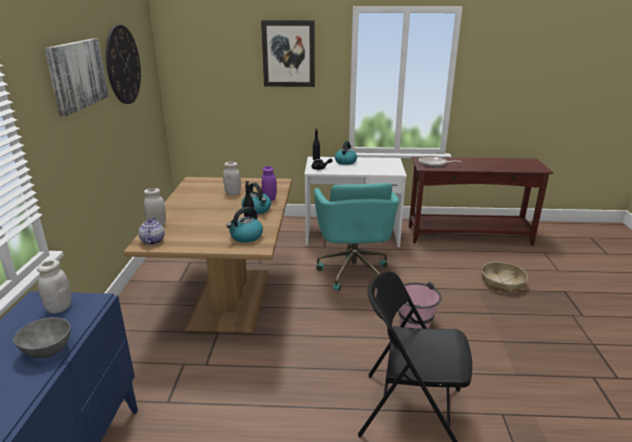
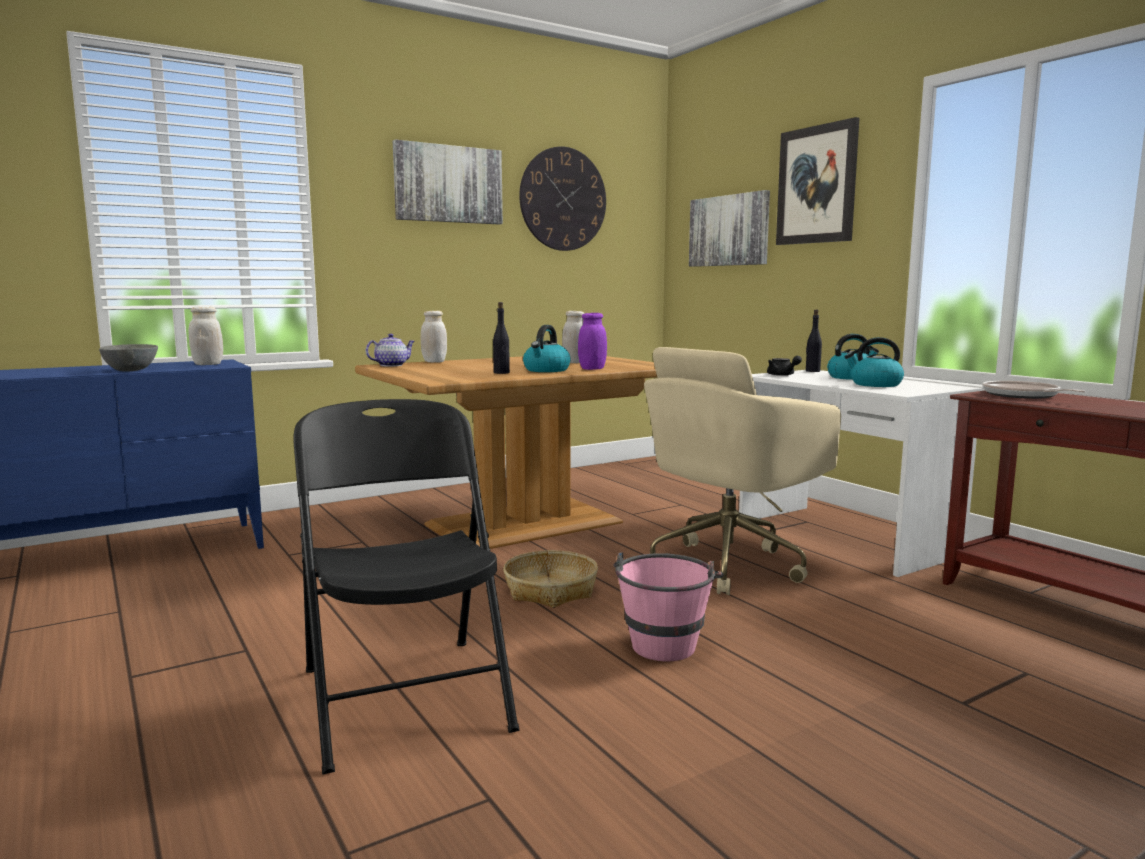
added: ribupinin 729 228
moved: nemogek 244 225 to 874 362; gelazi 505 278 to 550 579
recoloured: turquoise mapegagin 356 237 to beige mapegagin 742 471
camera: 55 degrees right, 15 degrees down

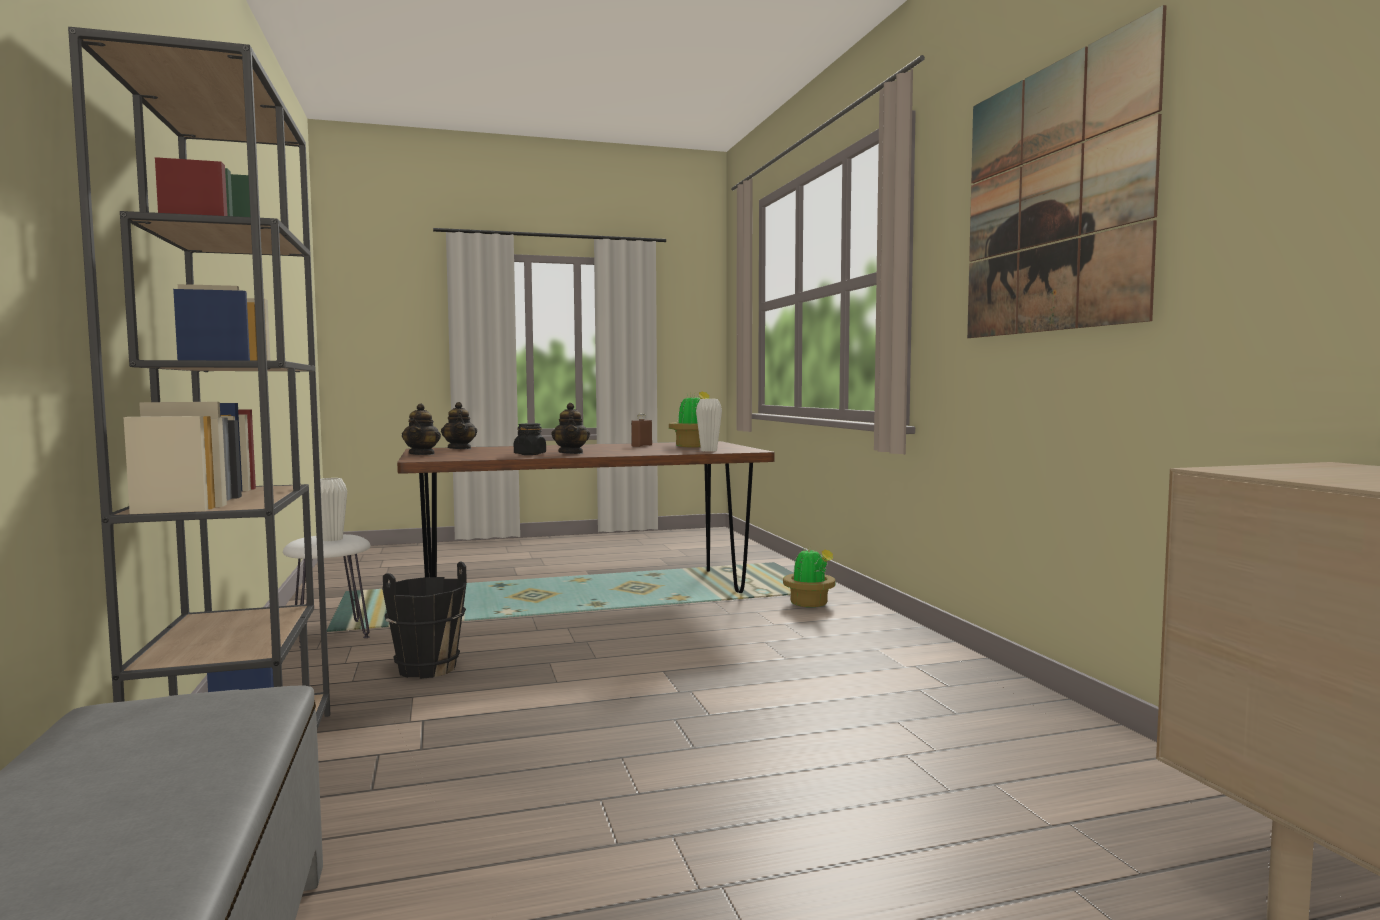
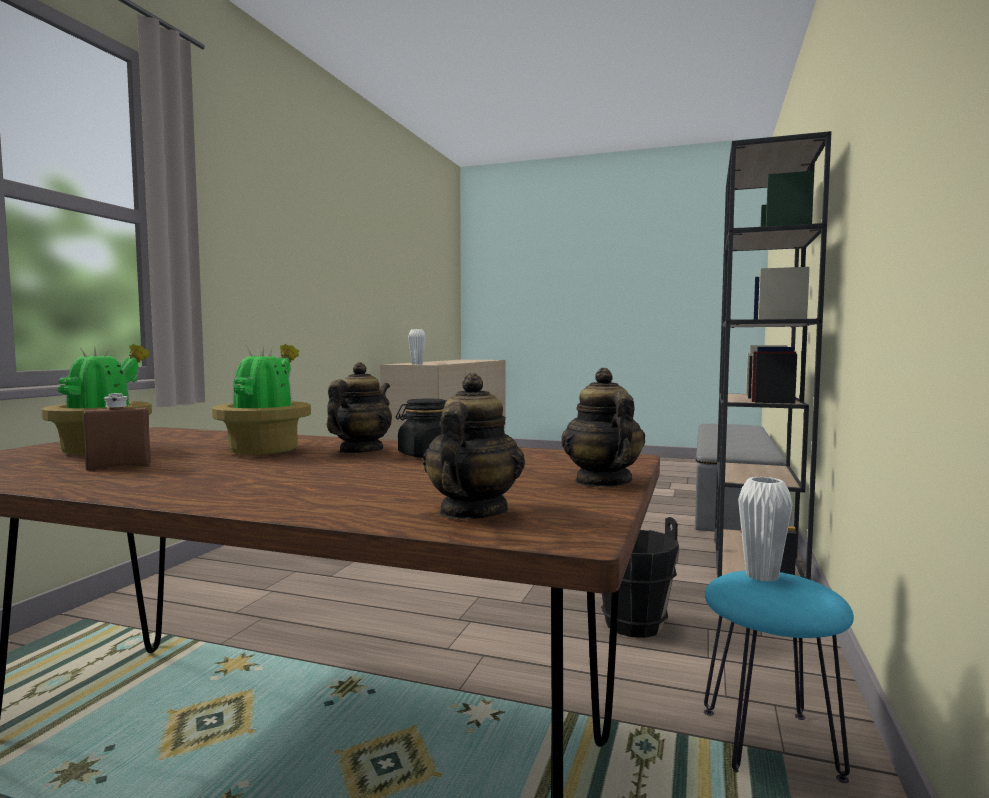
removed: ribupinin 1067 171
moved: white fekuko 709 425 to 417 347; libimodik 809 577 to 261 399
recoloured: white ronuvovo 326 591 to turquoise ronuvovo 779 676
turned: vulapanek 421 429 = 603 427 45 degrees counterclockwise
camera: 145 degrees left, 0 degrees up

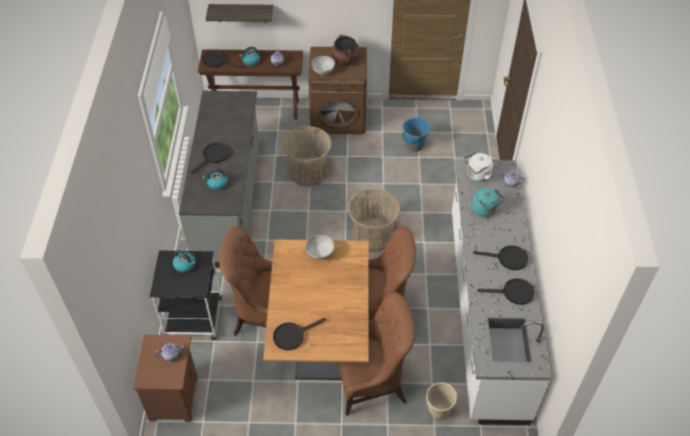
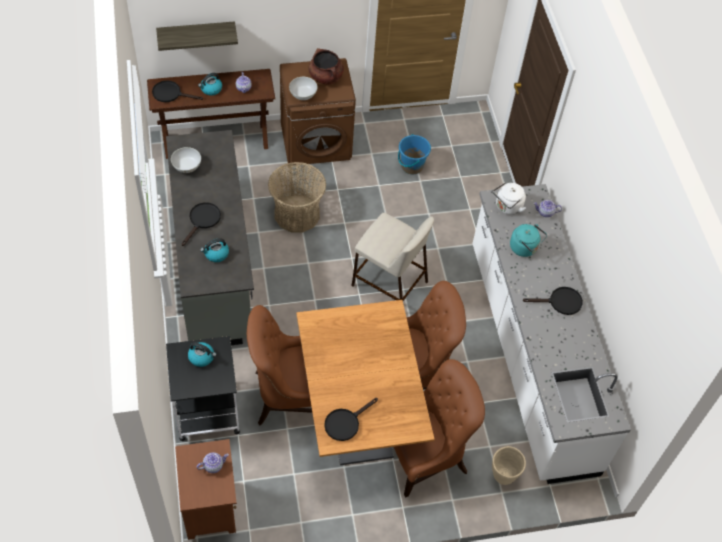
removed: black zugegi 505 291
moved: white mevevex 320 247 to 186 160
replaced: gelazi 374 220 to beige ronuvovo 392 257
camera: 15 degrees left, 5 degrees up

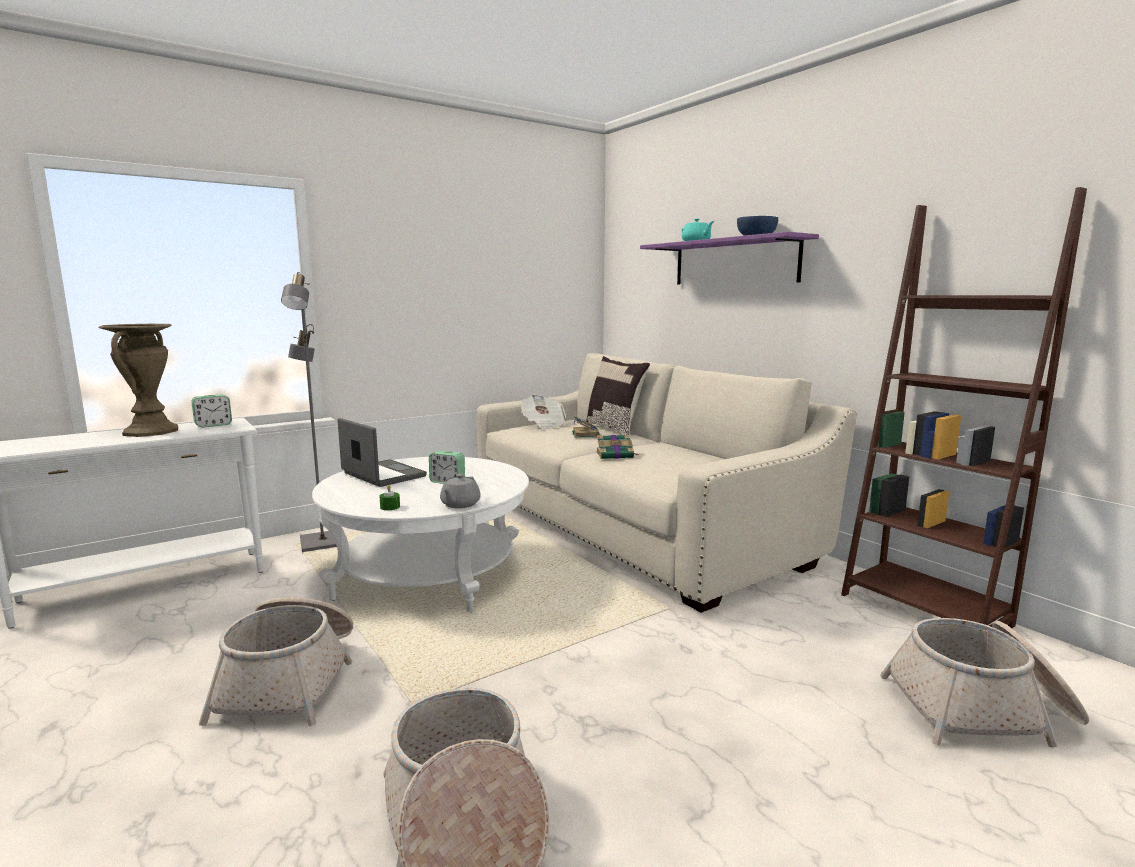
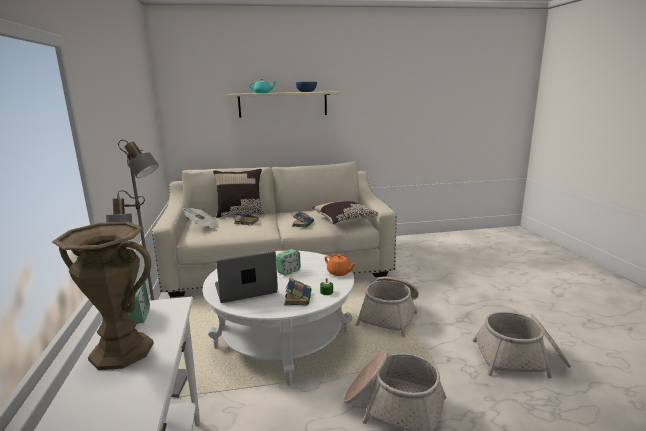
removed: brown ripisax 964 407
added: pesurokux 297 292; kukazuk 345 213
moved: gelazi 984 683 to 387 307
recoloured: grey vulapanek 460 491 to orange vulapanek 340 265; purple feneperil 729 258 to beige feneperil 283 105
camera: 65 degrees left, 5 degrees up

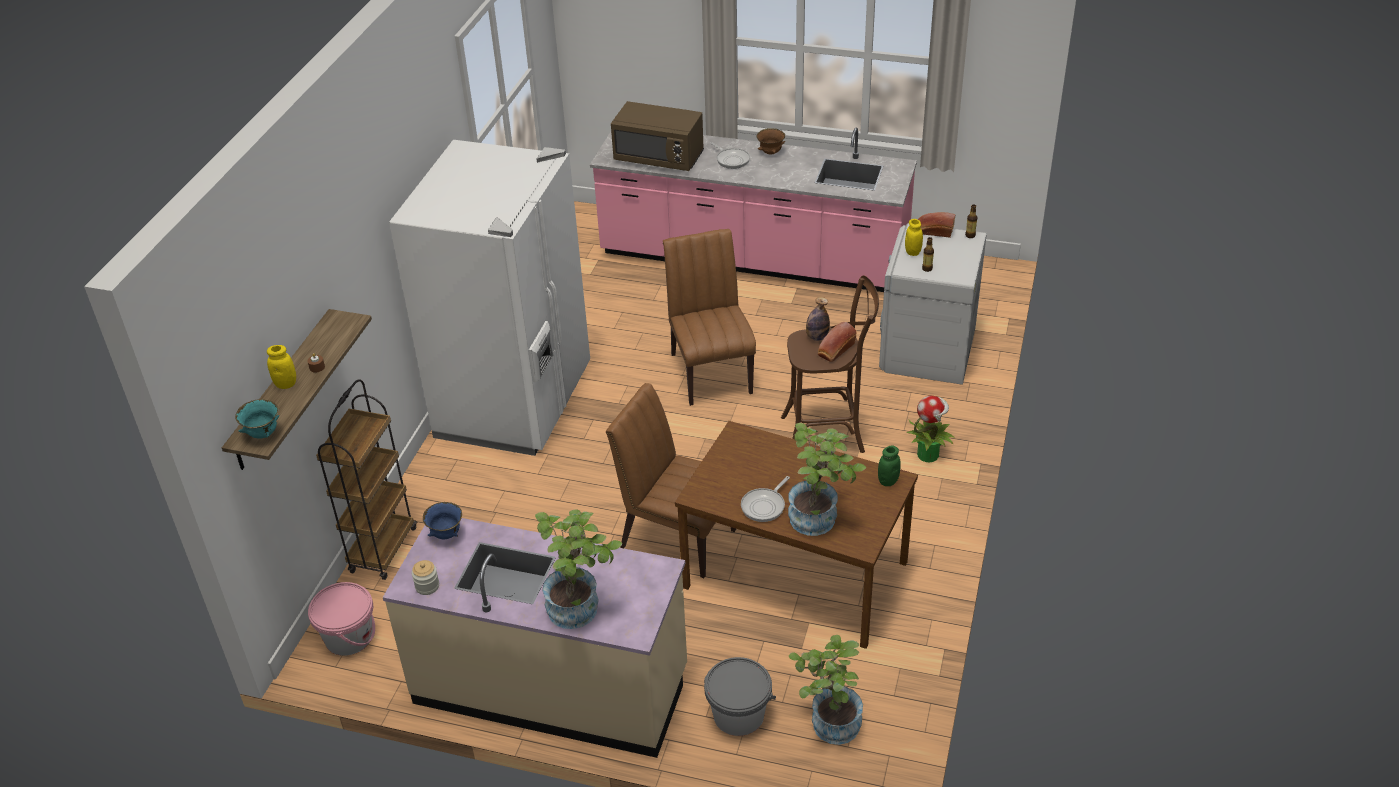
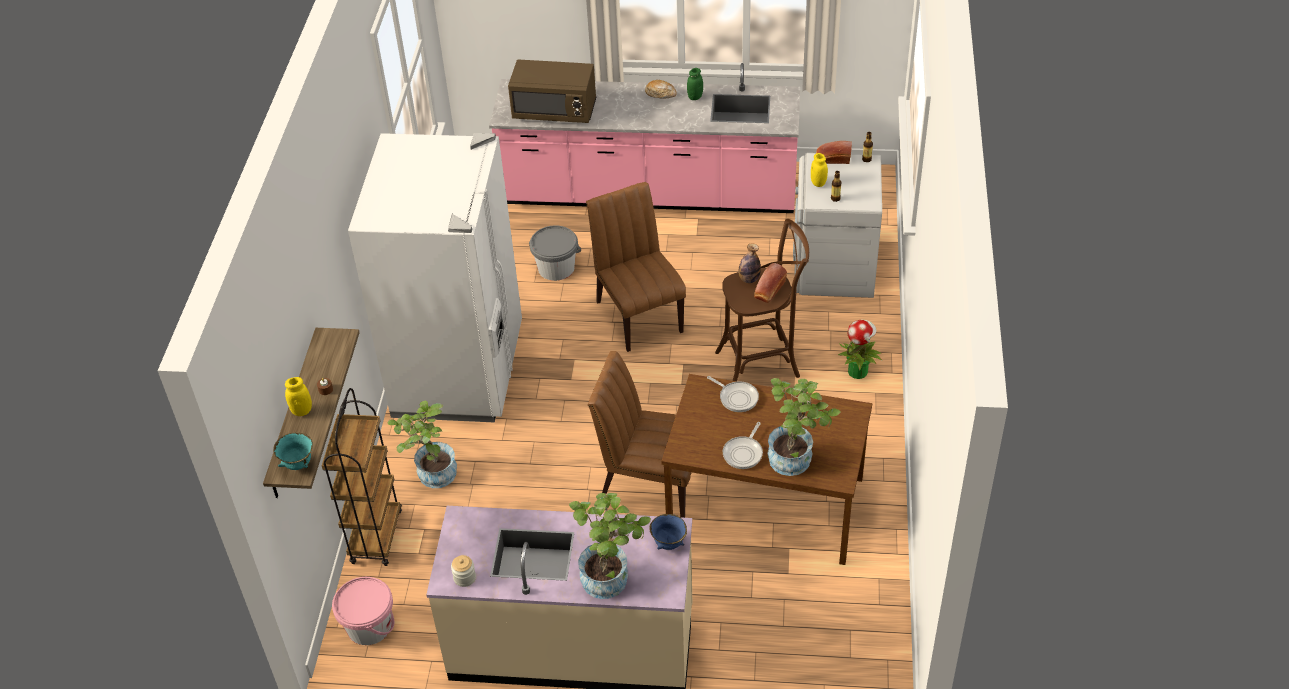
moved: blue mevevex 442 520 to 668 532; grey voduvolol 740 696 to 555 253; zugegi 730 155 to 733 394; libimodik 826 690 to 422 444; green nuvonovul 889 465 to 695 84
replaced: brown mevevex 771 141 to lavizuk 661 89
camera: 10 degrees left, 5 degrees up

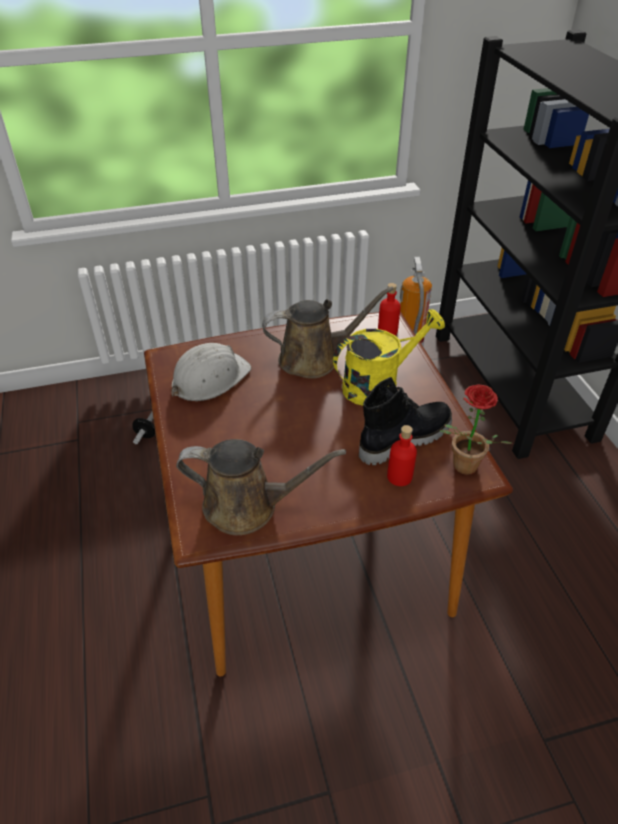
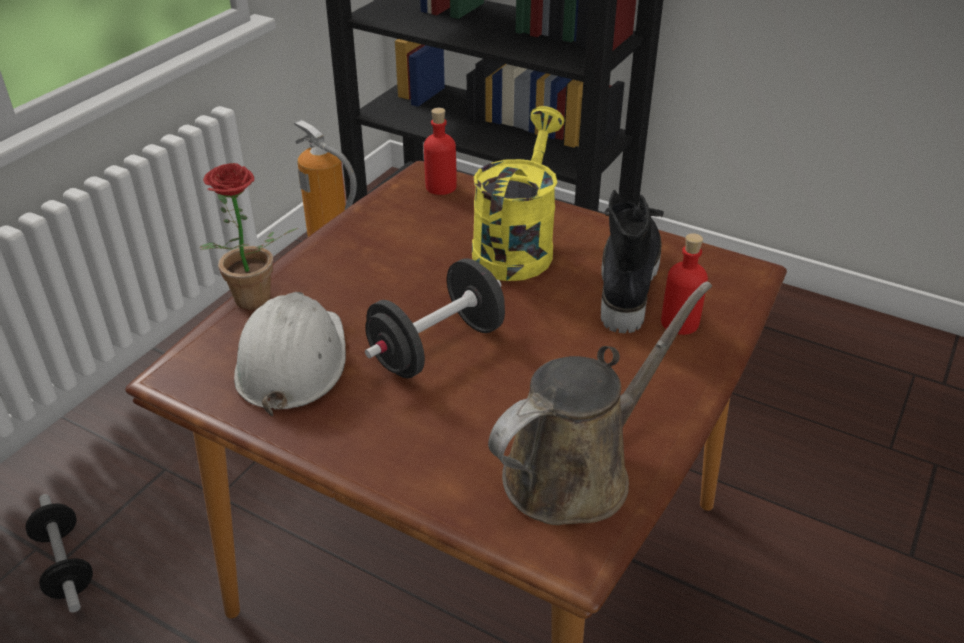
removed: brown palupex 328 332
added: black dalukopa 435 318
moved: libimodik 476 430 to 249 236
camera: 45 degrees left, 5 degrees down

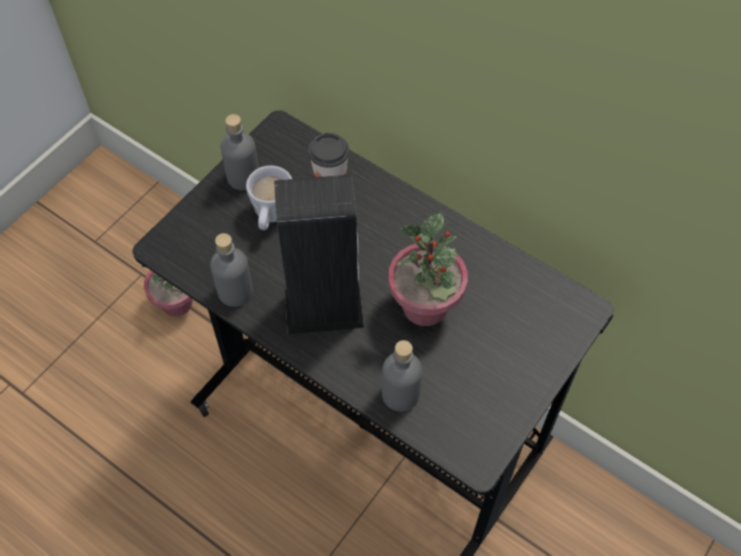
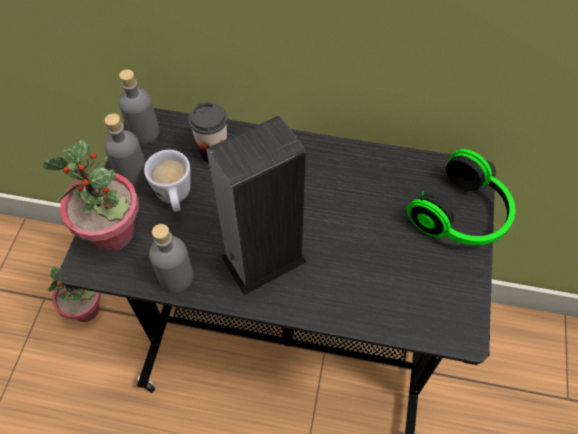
added: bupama 461 197
moved: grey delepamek 402 376 to 139 106; libimodik 428 270 to 91 195
camera: 25 degrees left, 0 degrees up

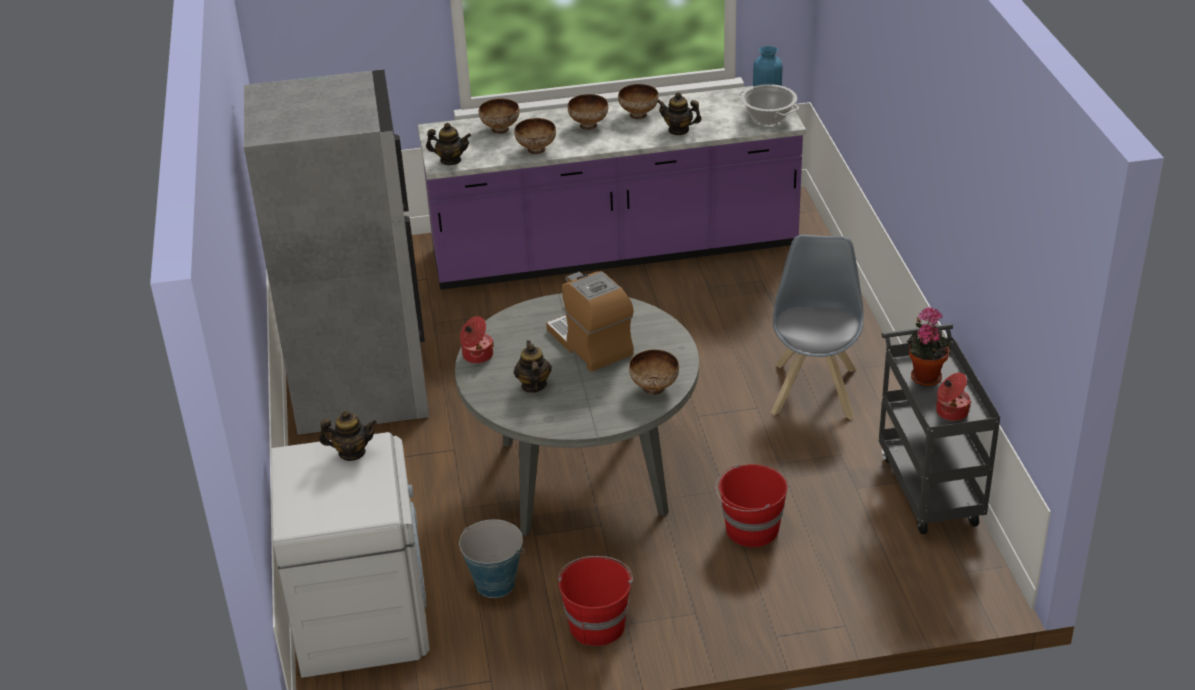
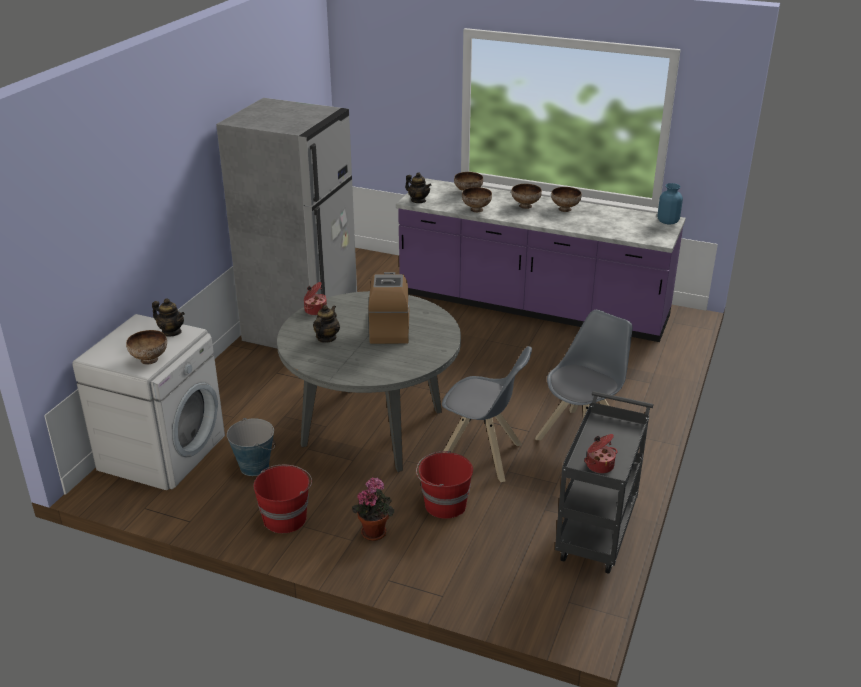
removed: vulapanek 679 113; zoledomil 769 104
added: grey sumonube 487 414
moved: mevevex 654 372 to 146 347; libimodik 929 346 to 373 509
camera: 30 degrees right, 5 degrees down

